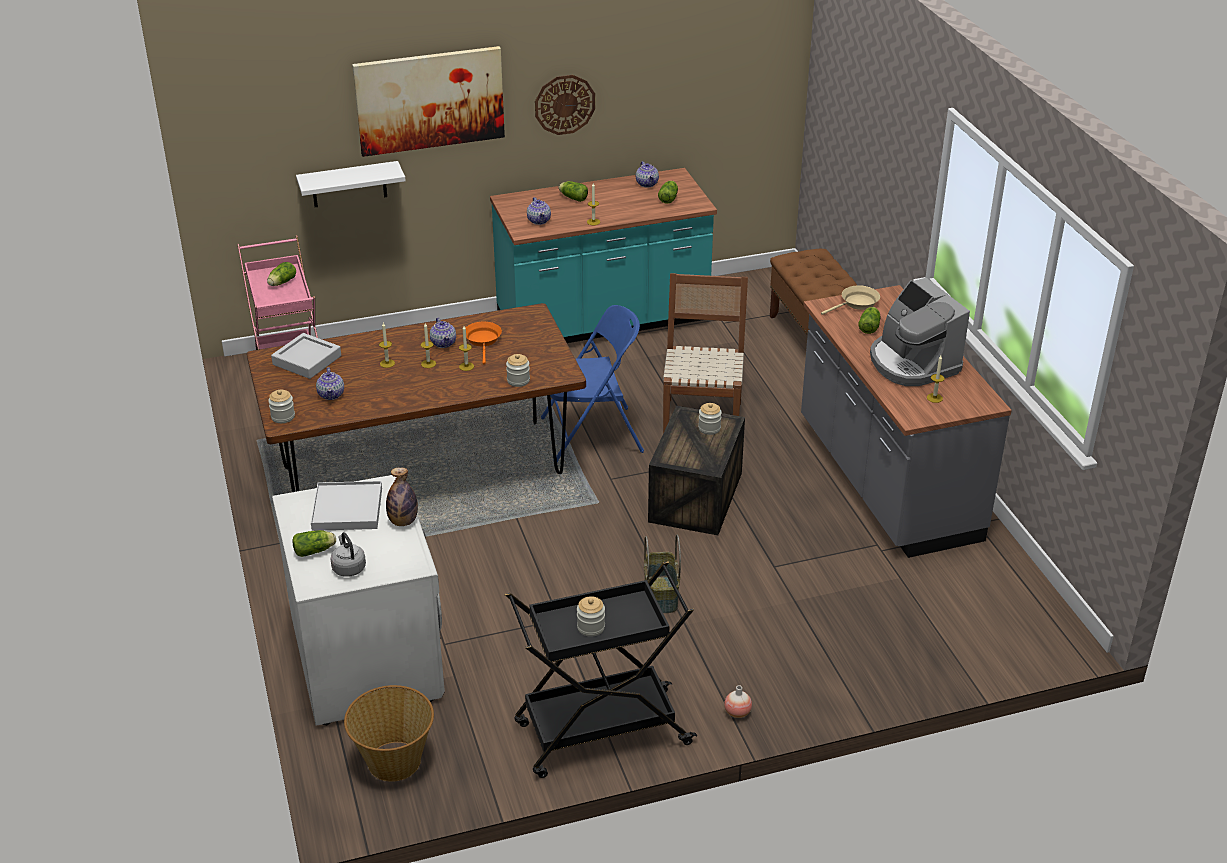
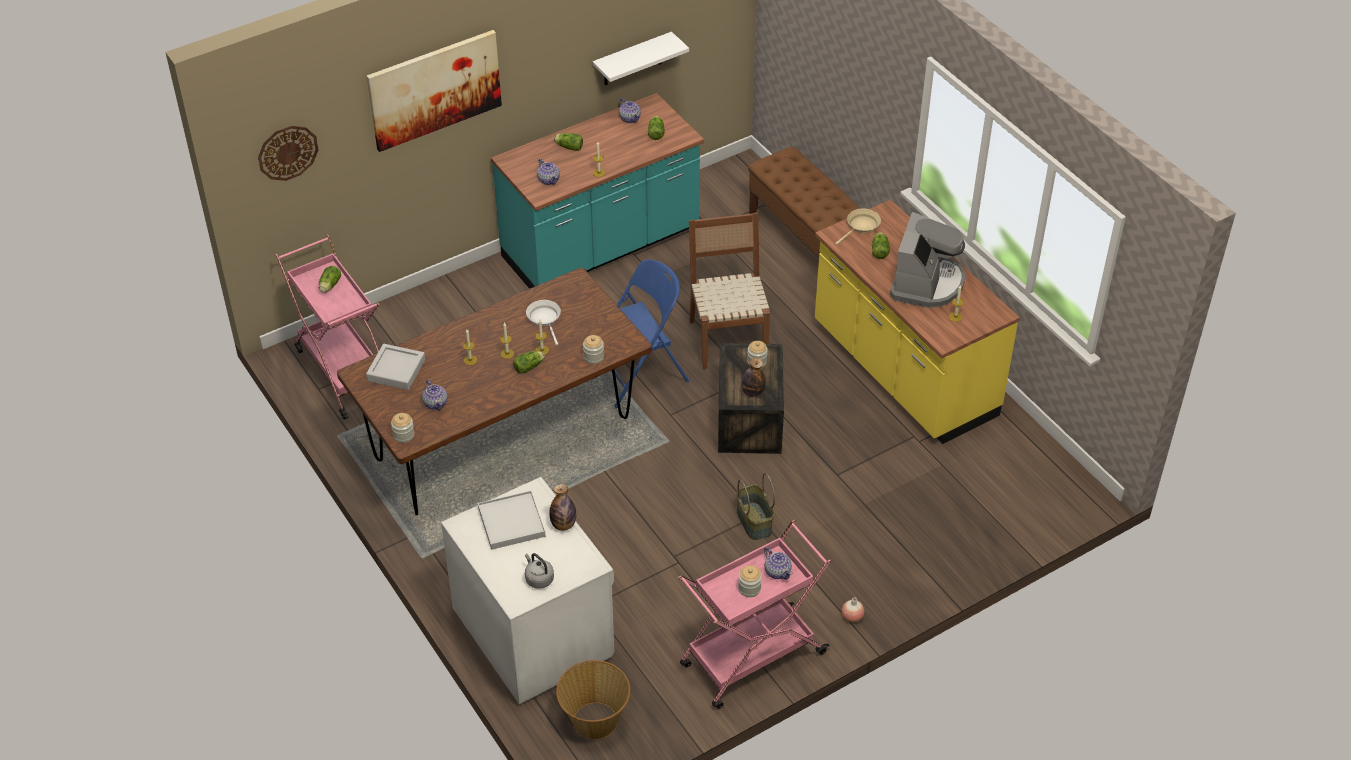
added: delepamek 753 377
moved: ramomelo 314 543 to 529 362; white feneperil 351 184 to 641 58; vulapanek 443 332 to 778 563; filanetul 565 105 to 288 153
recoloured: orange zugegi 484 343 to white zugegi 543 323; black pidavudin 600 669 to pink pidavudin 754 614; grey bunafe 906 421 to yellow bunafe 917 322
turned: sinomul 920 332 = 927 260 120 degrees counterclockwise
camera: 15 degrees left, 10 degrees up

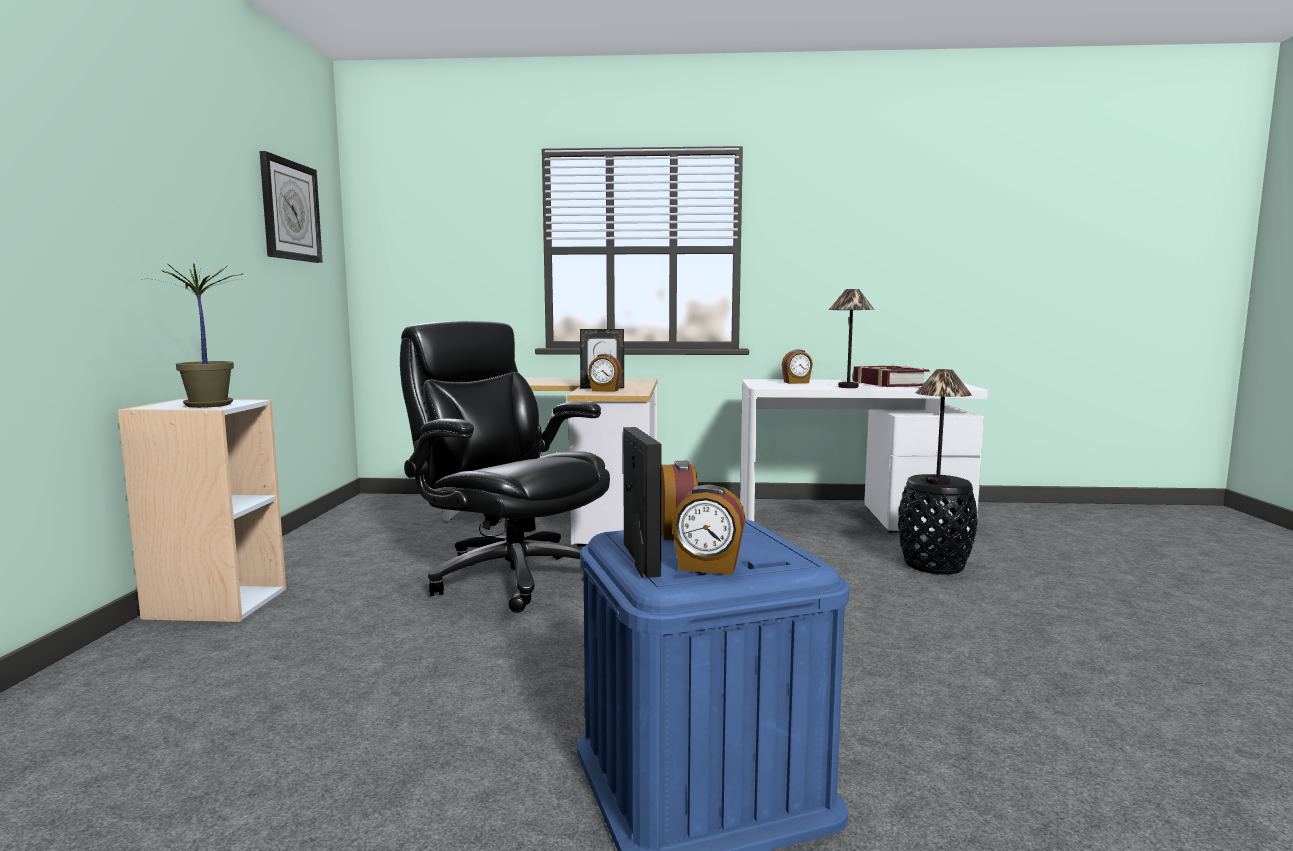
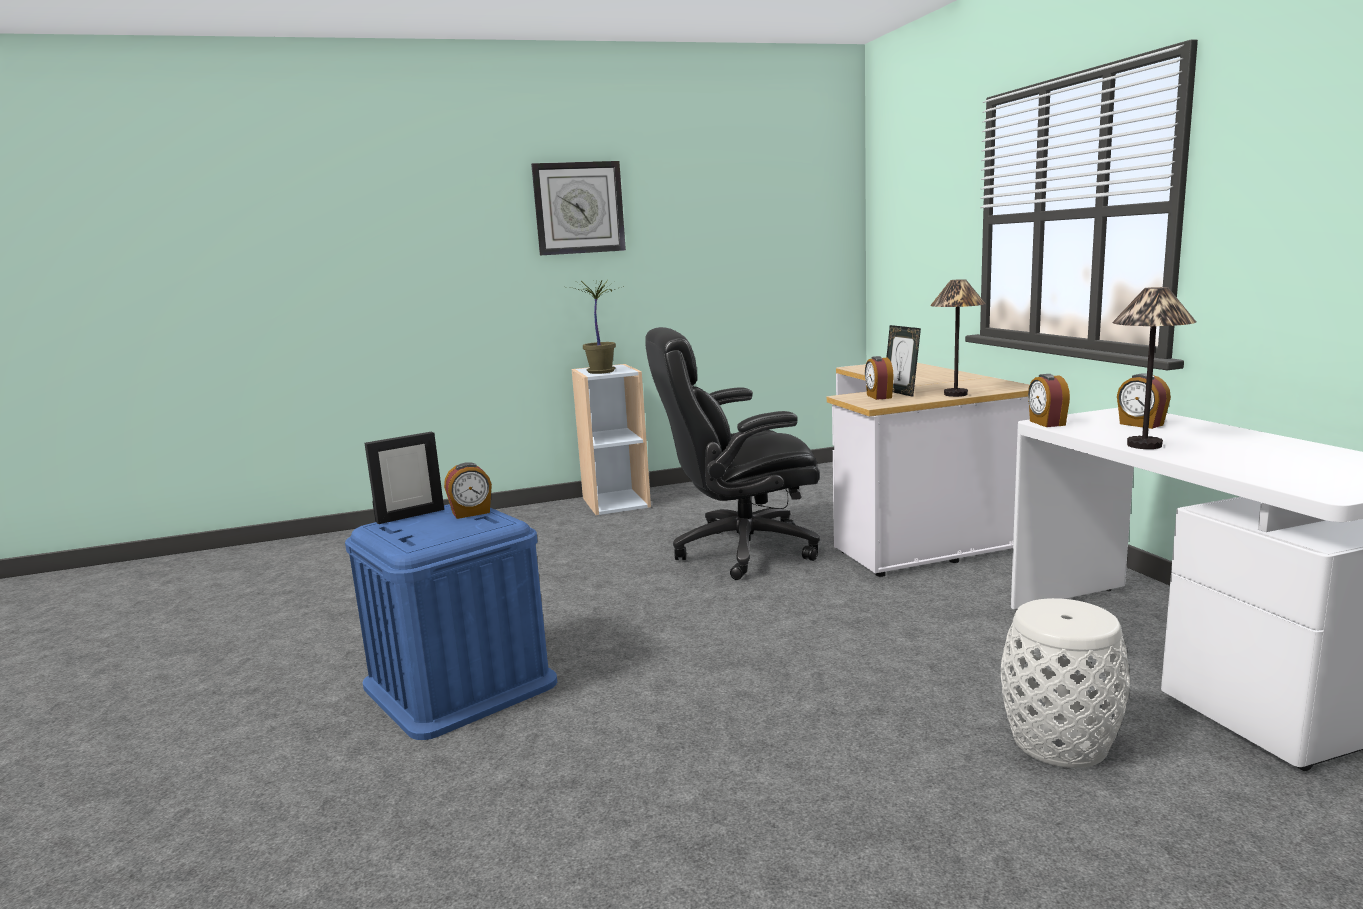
removed: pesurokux 891 376
moved: filanetul 291 207 to 578 208; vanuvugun 709 529 to 1049 400; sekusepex 944 427 to 958 338
recoloured: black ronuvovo 937 524 to white ronuvovo 1065 683
turned: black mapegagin 505 467 = 732 453 120 degrees counterclockwise
camera: 70 degrees right, 5 degrees up

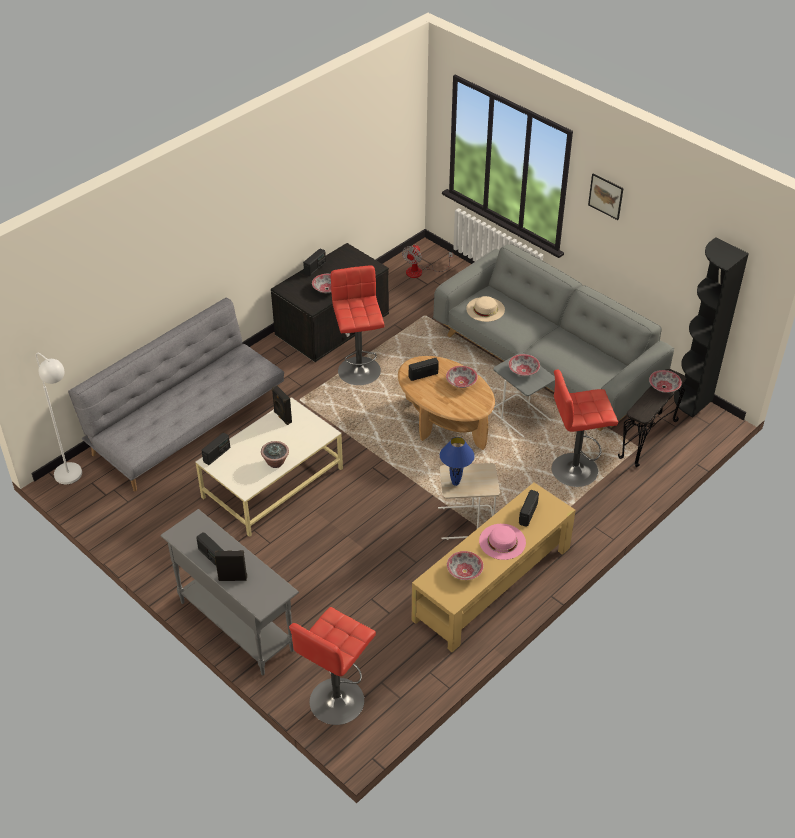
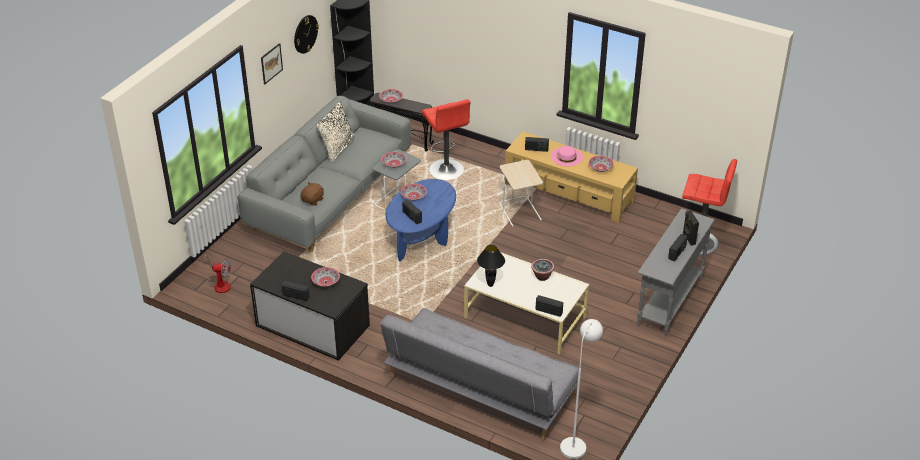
removed: red ronuvovo 357 325; blue sekusepex 457 461
added: filanetul 306 34; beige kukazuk 335 131
replaced: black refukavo 282 405 to black sekusepex 491 266; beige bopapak 485 309 to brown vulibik 312 194
recoloured: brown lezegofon 446 403 to blue lezegofon 420 220
camera: 105 degrees left, 5 degrees down

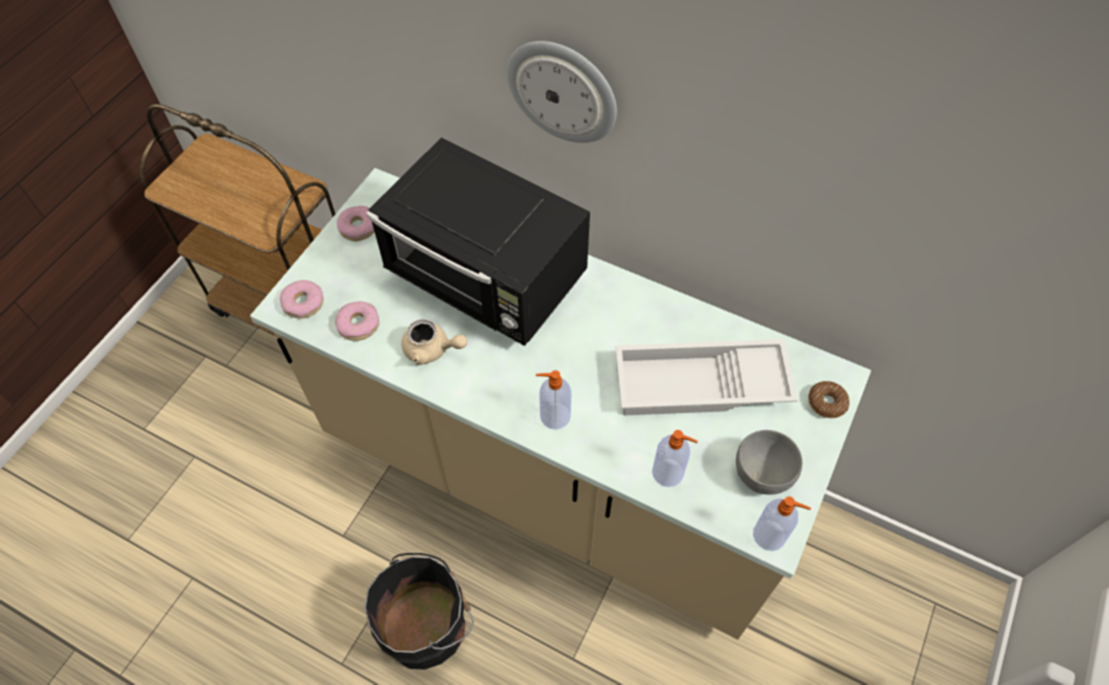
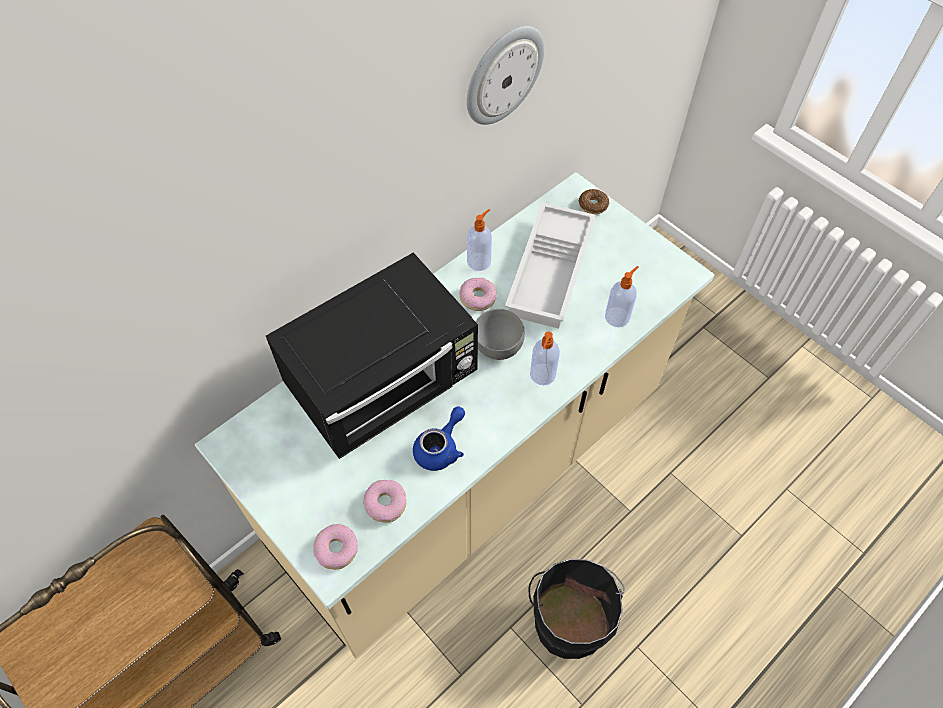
moved: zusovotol 355 223 to 478 294; filanetul 562 92 to 506 75; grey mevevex 769 462 to 500 334; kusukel 782 523 to 479 240
recoloured: beige vulapanek 434 342 to blue vulapanek 439 438
camera: 70 degrees left, 0 degrees up

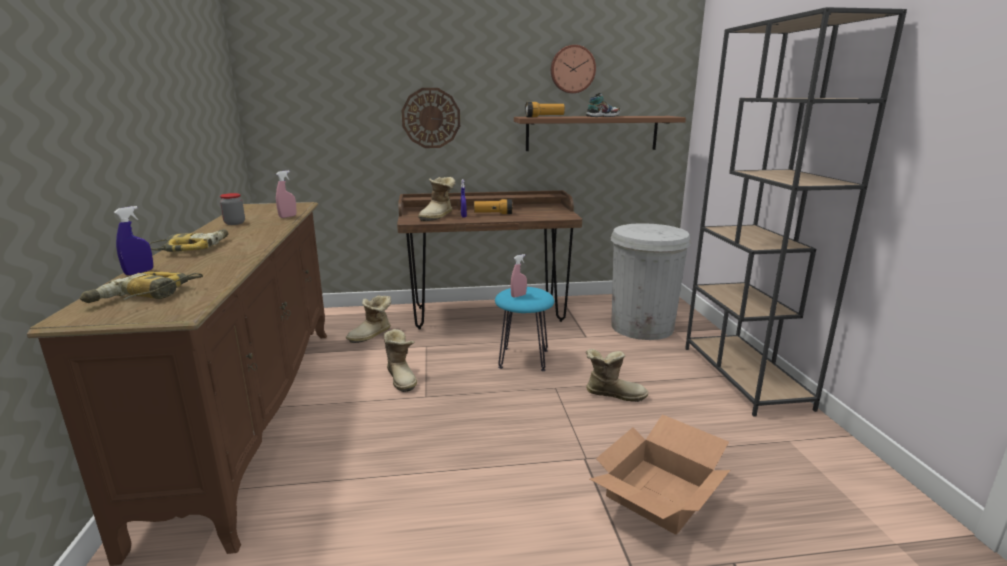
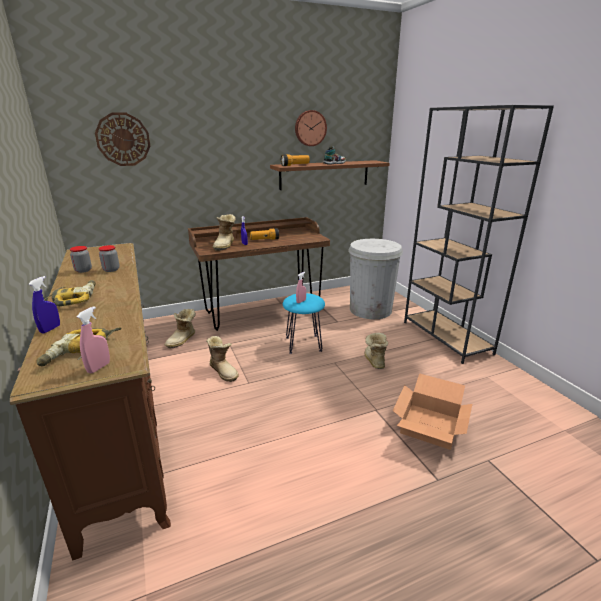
added: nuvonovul 109 258
moved: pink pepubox 286 194 to 93 339; filanetul 430 118 to 122 139
turned: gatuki 617 375 = 376 351 90 degrees counterclockwise
camera: 15 degrees left, 5 degrees up

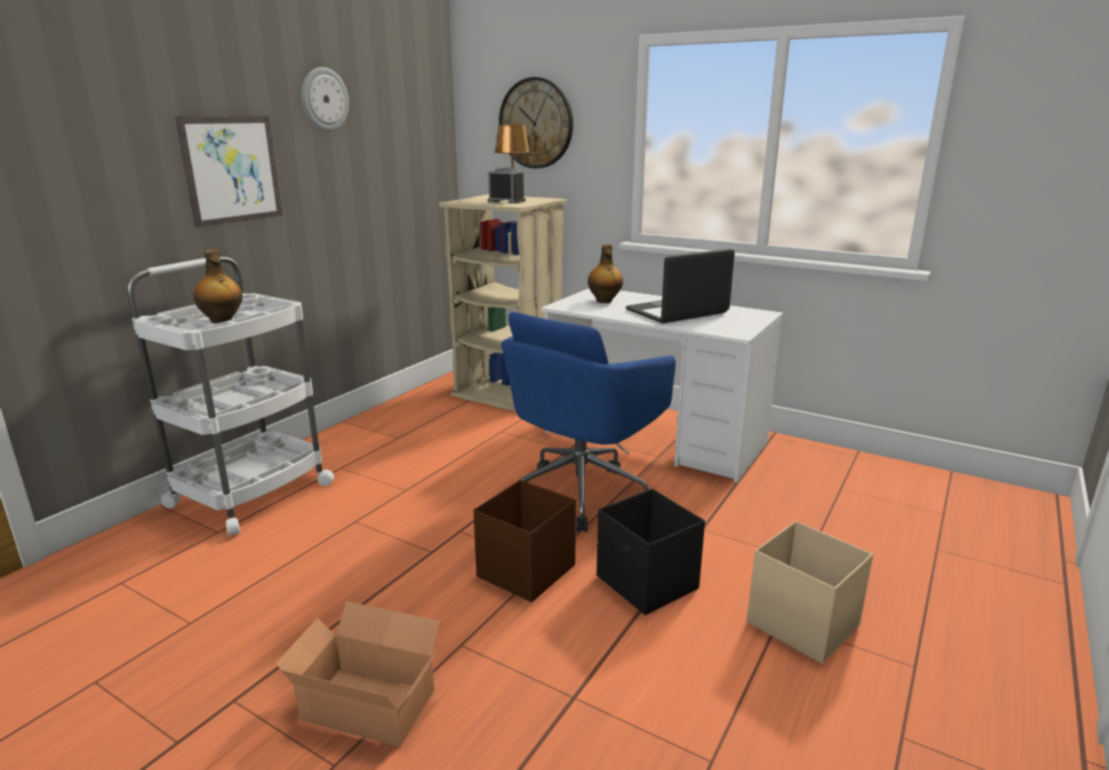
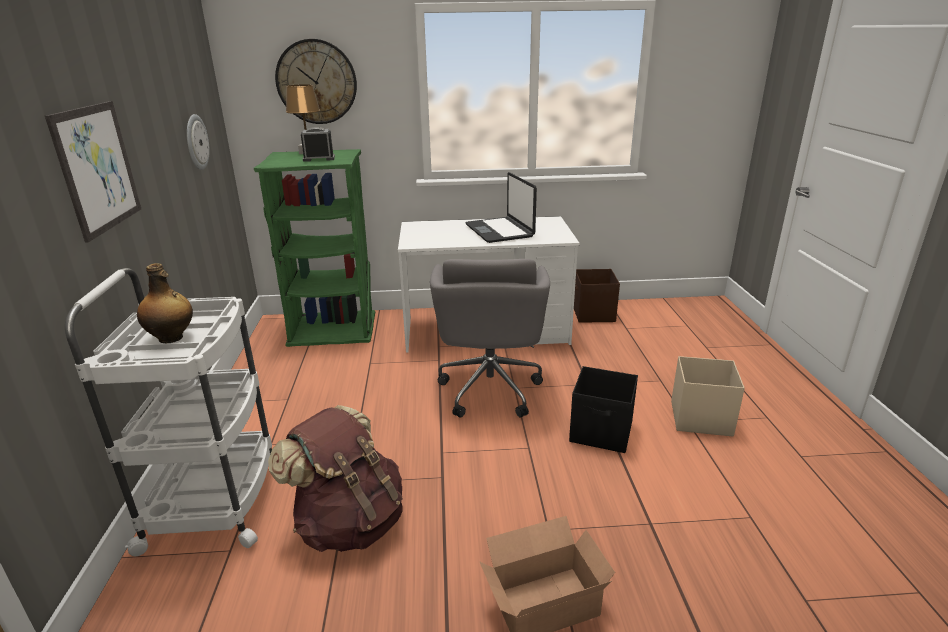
removed: delepamek 605 273
added: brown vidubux 335 478
moved: filanetul 325 99 to 198 142; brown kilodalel 524 541 to 597 296
recoloured: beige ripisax 503 302 to green ripisax 314 248; blue mapegagin 588 422 to grey mapegagin 490 338
turned: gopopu 680 286 = 501 207 45 degrees counterclockwise
camera: 35 degrees left, 5 degrees up

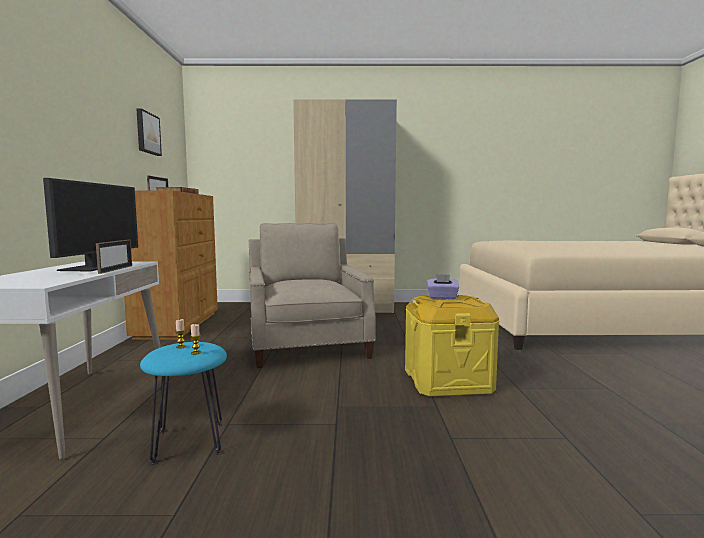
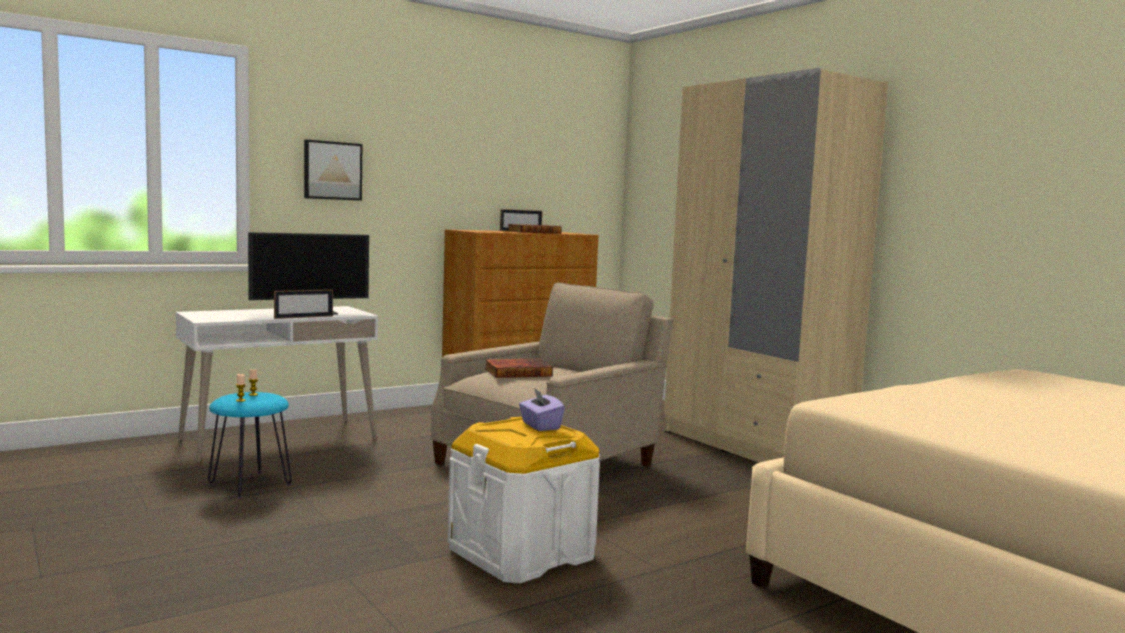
added: pesurokux 519 368
moved: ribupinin 149 132 to 333 170
recoloured: yellow kilodalel 452 345 to white kilodalel 524 500
camera: 55 degrees right, 0 degrees up

